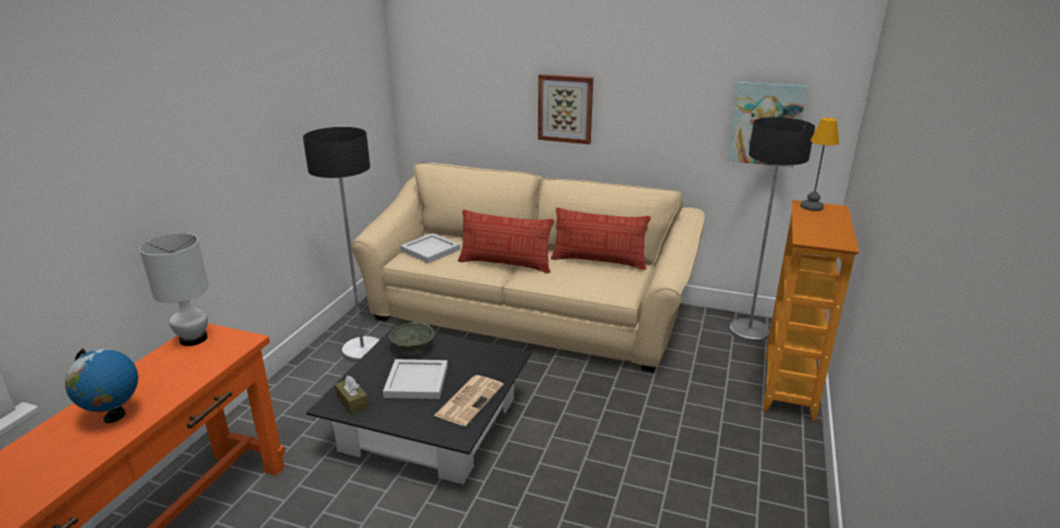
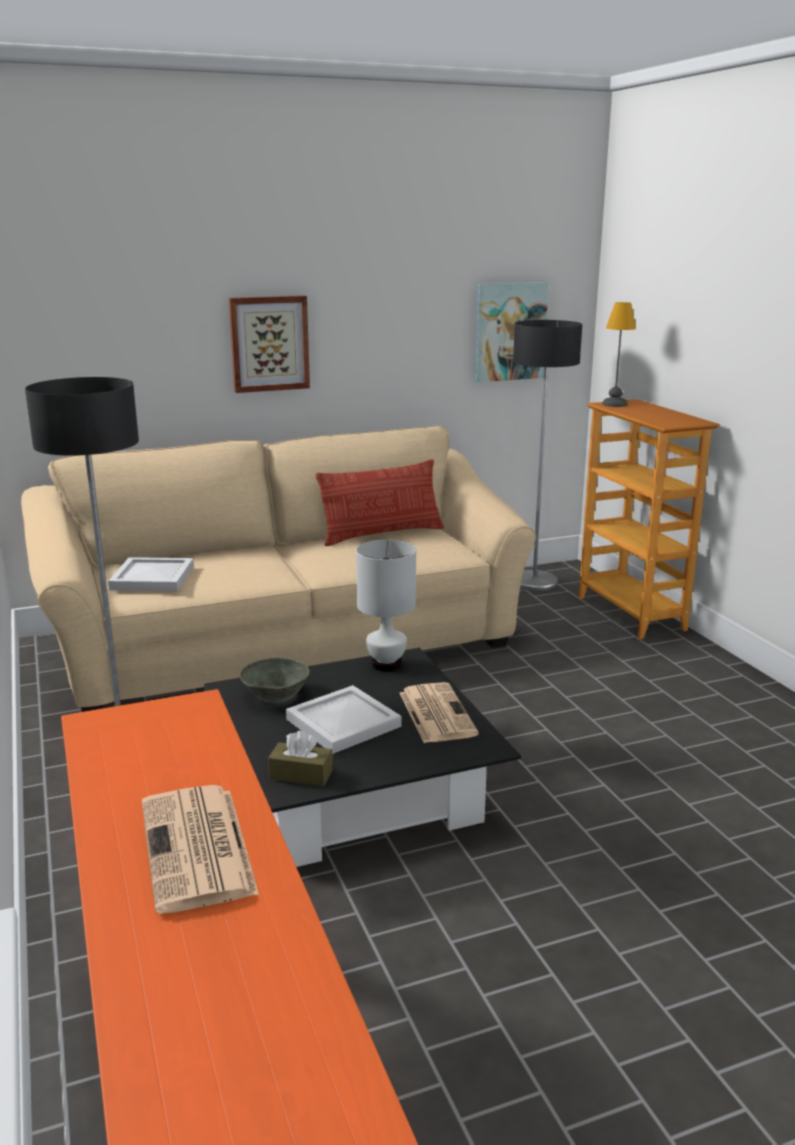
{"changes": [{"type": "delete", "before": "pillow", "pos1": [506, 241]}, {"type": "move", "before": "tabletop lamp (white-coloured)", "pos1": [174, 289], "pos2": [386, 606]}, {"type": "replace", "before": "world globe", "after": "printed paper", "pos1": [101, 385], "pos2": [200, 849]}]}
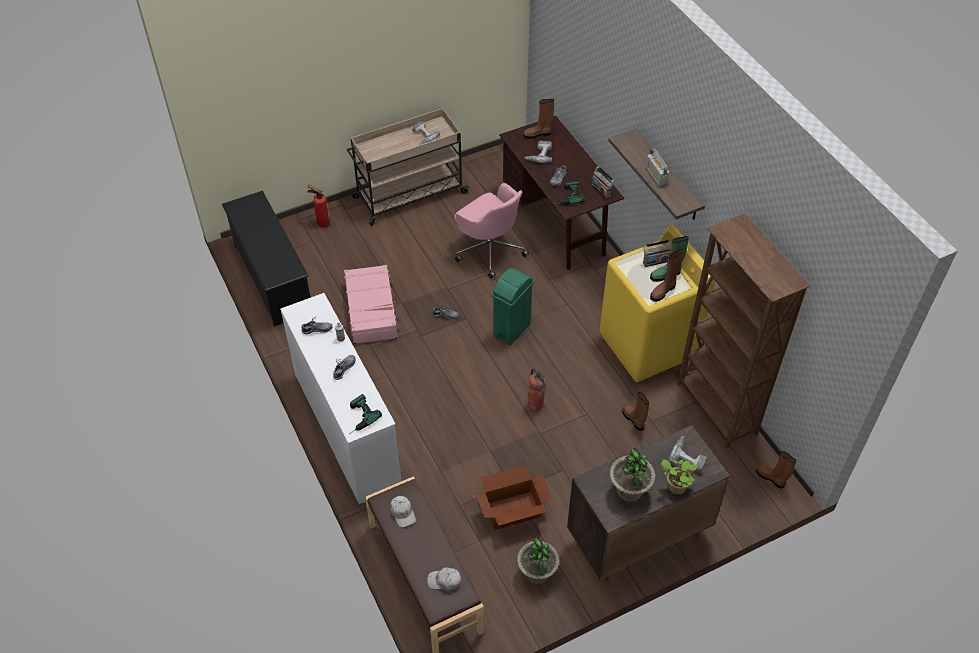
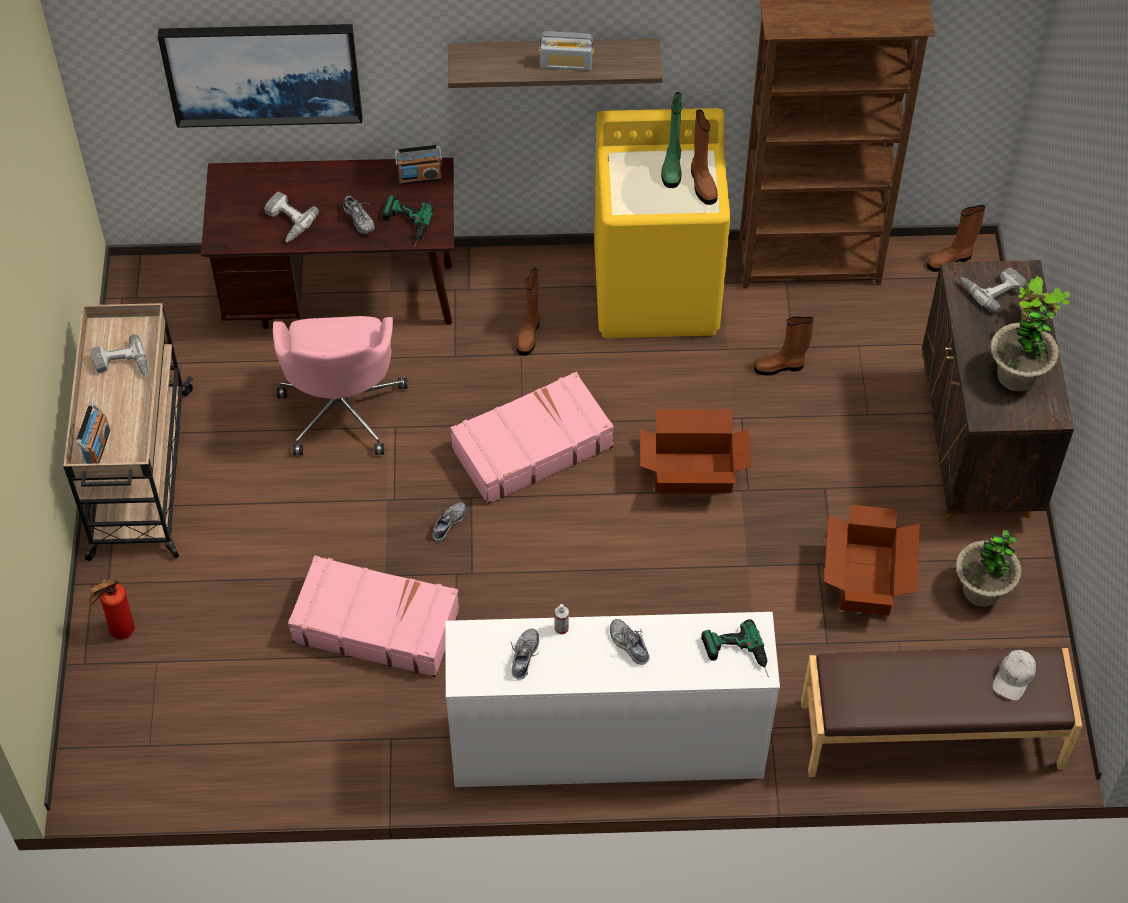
{"changes": [{"type": "delete", "before": "shoe rack (black-coloured)", "pos1": [266, 258]}, {"type": "delete", "before": "baseball cap (white-coloured)", "pos1": [403, 511]}, {"type": "insert", "after": "wall art", "pos2": [260, 76]}, {"type": "move", "before": "tall boot (brownish)", "pos1": [538, 119], "pos2": [528, 312]}, {"type": "move", "before": "radio receiver", "pos1": [657, 253], "pos2": [93, 433]}, {"type": "replace", "before": "waste bin (green-coloured)", "after": "travel case (pinkish)", "pos1": [513, 307], "pos2": [532, 438]}, {"type": "replace", "before": "fire extinguisher", "after": "carton", "pos1": [536, 389], "pos2": [695, 451]}, {"type": "rotate", "before": "desk chair (pinkish)", "pos1": [491, 231], "pos2": [340, 386], "turn": 105}]}
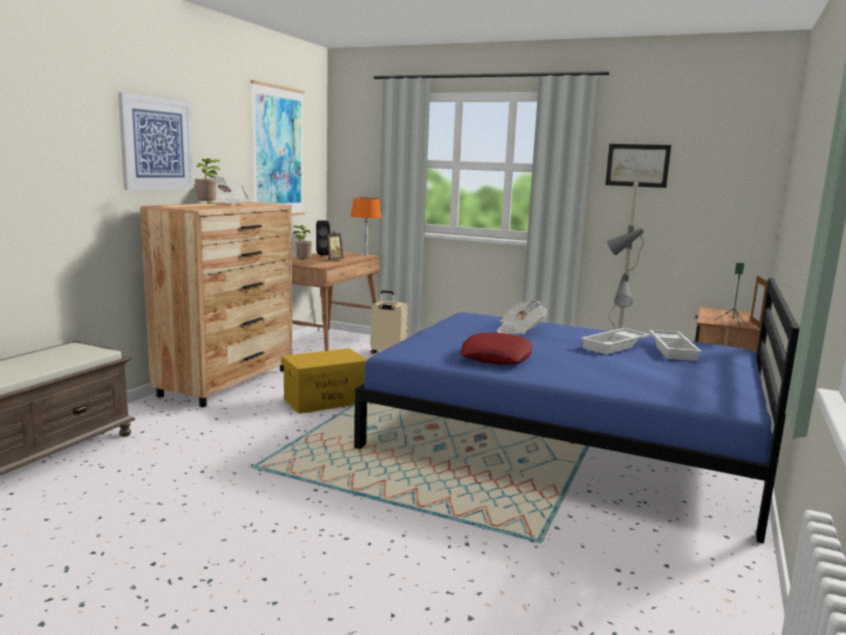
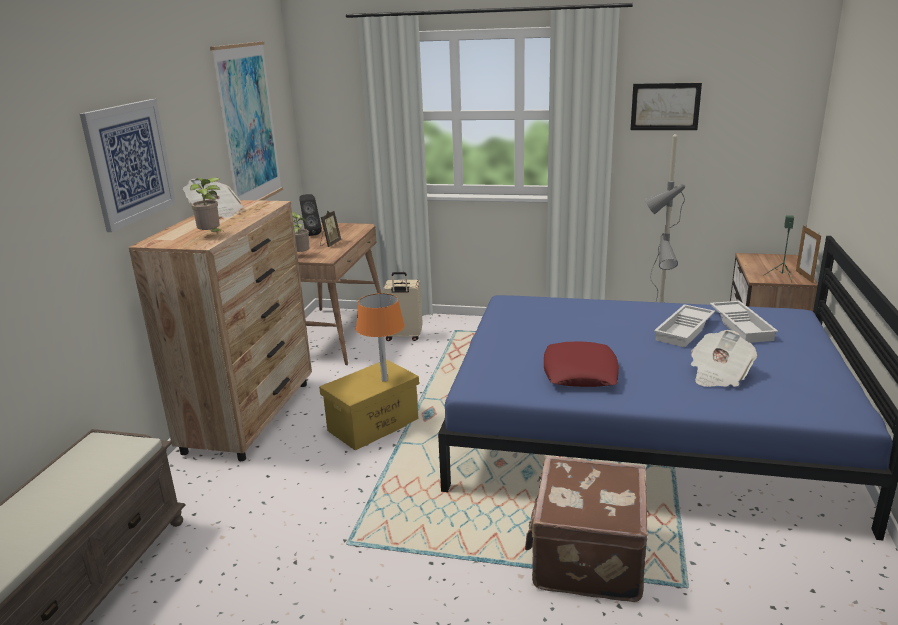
{"changes": [{"type": "insert", "after": "travel case (brownish)", "pos2": [586, 529]}, {"type": "move", "before": "tabletop lamp (orangey)", "pos1": [366, 227], "pos2": [380, 337]}, {"type": "move", "before": "printed paper", "pos1": [522, 317], "pos2": [724, 358]}]}
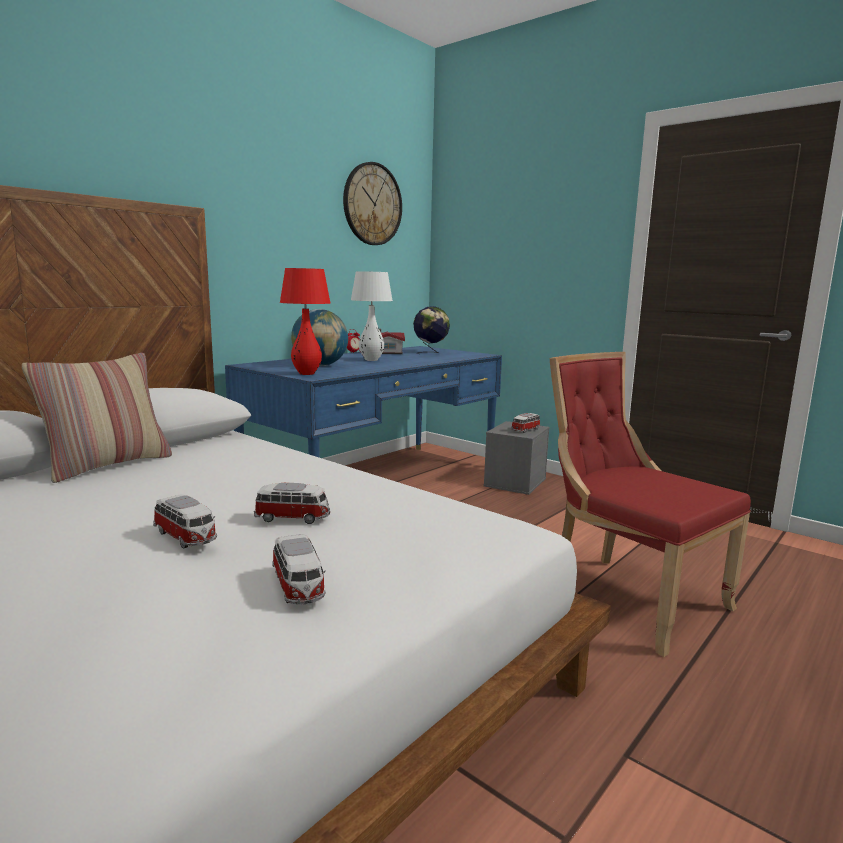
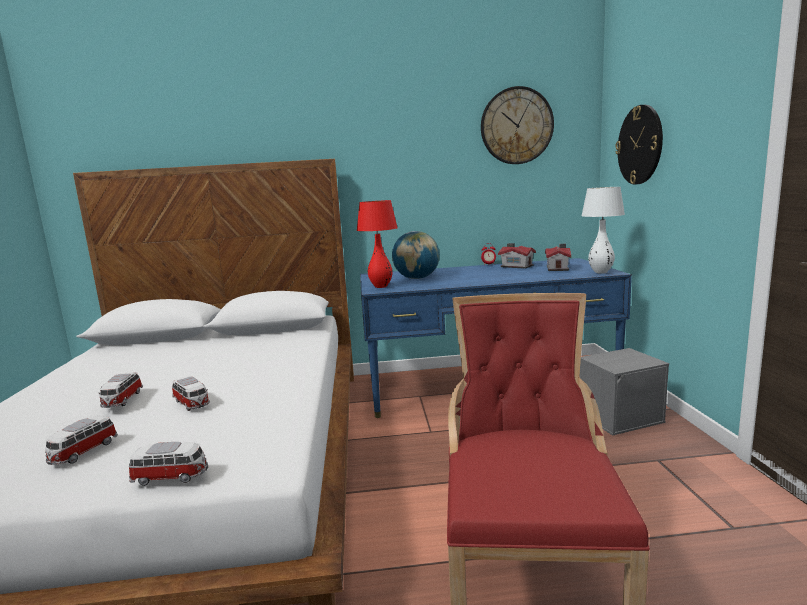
{"changes": [{"type": "delete", "before": "pillow", "pos1": [97, 418]}, {"type": "insert", "after": "hanging clock", "pos2": [639, 145]}, {"type": "move", "before": "tabletop lamp (white-coloured)", "pos1": [372, 316], "pos2": [603, 230]}, {"type": "move", "before": "miniature car", "pos1": [525, 423], "pos2": [168, 464]}, {"type": "replace", "before": "world globe", "after": "miniature house", "pos1": [431, 330], "pos2": [558, 257]}]}
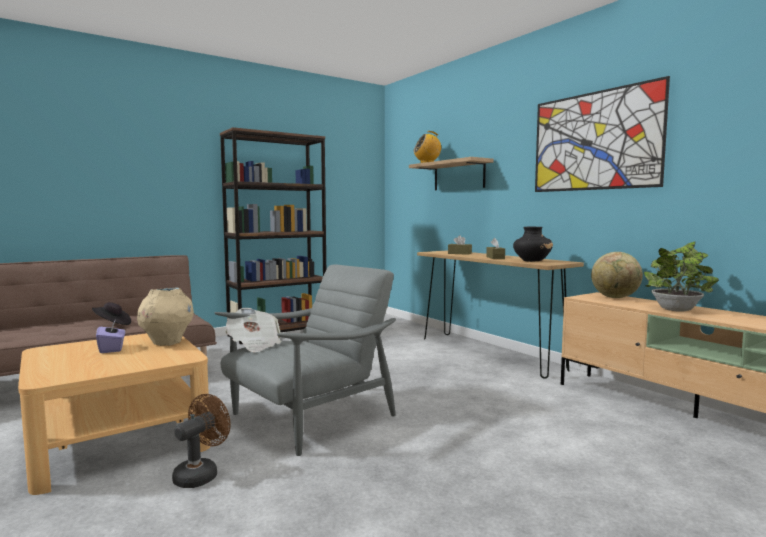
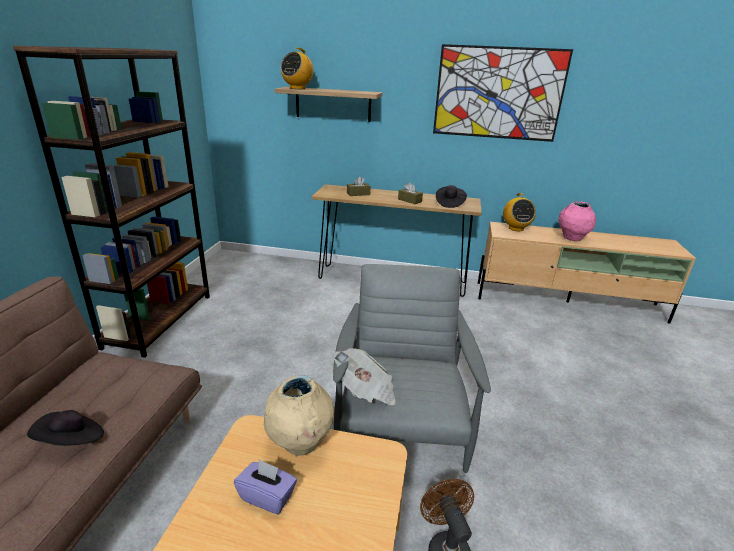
{"changes": [{"type": "replace", "before": "flower vase (black-coloured)", "after": "hat (black-coloured)", "pos1": [533, 244], "pos2": [451, 196]}, {"type": "replace", "before": "world globe", "after": "radio receiver", "pos1": [617, 275], "pos2": [519, 212]}, {"type": "replace", "before": "potted plant", "after": "flower vase (pinkish)", "pos1": [681, 276], "pos2": [577, 221]}]}
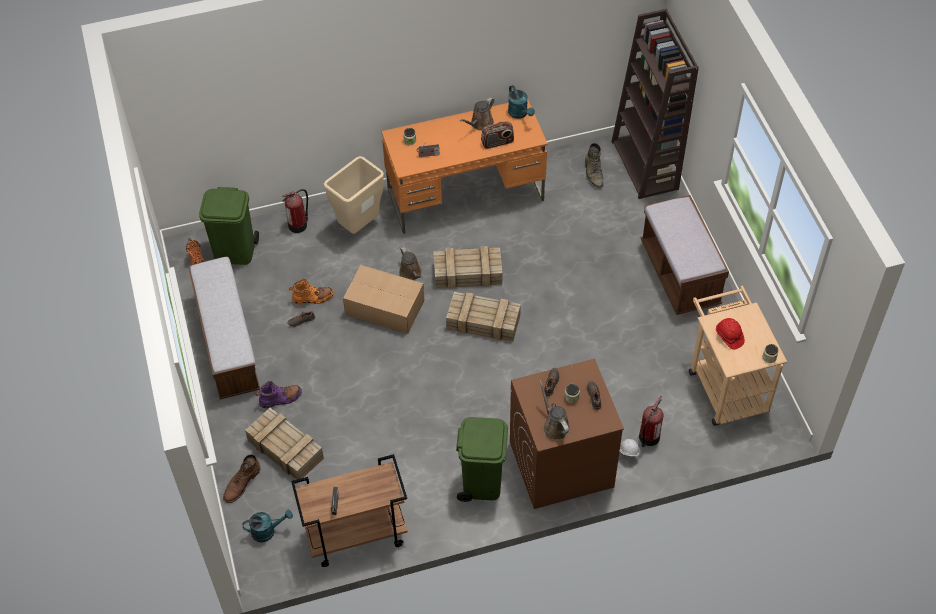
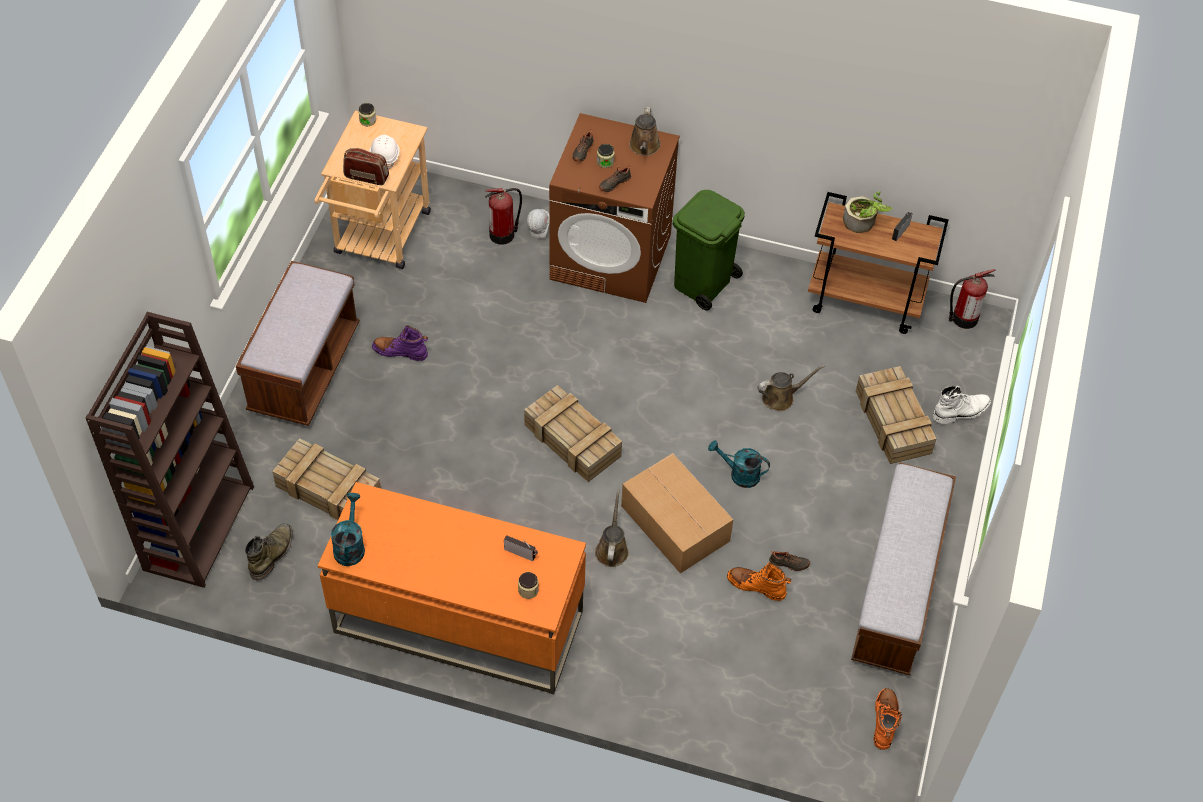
{"changes": [{"type": "delete", "before": "waste bin (green-coloured)", "pos1": [229, 226]}, {"type": "delete", "before": "waste bin (beige-coloured)", "pos1": [354, 195]}, {"type": "insert", "after": "potted plant", "pos2": [867, 212]}, {"type": "move", "before": "sprinkling can (turquoise)", "pos1": [267, 526], "pos2": [739, 464]}, {"type": "move", "before": "tall boot (purple-coloured)", "pos1": [278, 394], "pos2": [400, 343]}, {"type": "move", "before": "fire extinguisher", "pos1": [295, 211], "pos2": [972, 299]}, {"type": "move", "before": "crate", "pos1": [468, 267], "pos2": [326, 479]}, {"type": "move", "before": "sprinkling can (brownish)", "pos1": [477, 114], "pos2": [791, 388]}, {"type": "move", "before": "radio receiver", "pos1": [497, 135], "pos2": [366, 166]}, {"type": "recolor", "before": "tall boot (brownish)", "after": "tall boot (white-coloured)", "pos1": [242, 478], "pos2": [962, 405]}, {"type": "recolor", "before": "work helmet (reddish)", "after": "work helmet (white-coloured)", "pos1": [730, 334], "pos2": [384, 152]}]}
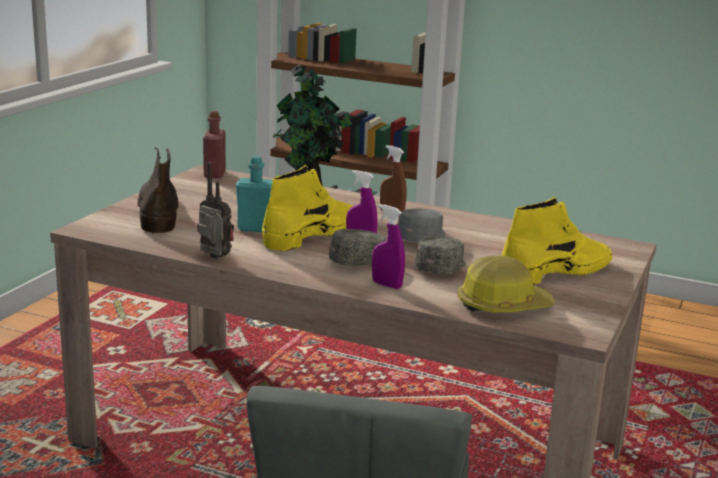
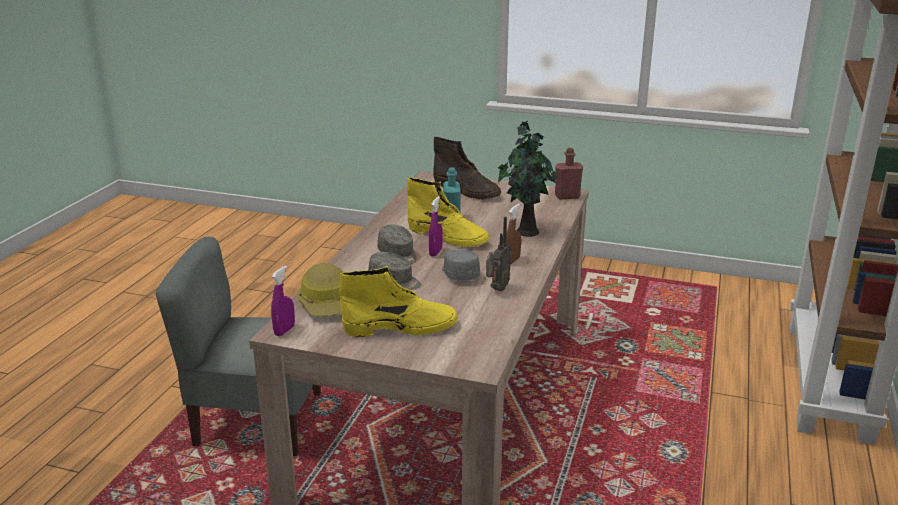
{"changes": [{"type": "move", "before": "radio receiver", "pos1": [215, 210], "pos2": [498, 254]}, {"type": "move", "before": "spray bottle (purple-coloured)", "pos1": [388, 246], "pos2": [283, 301]}, {"type": "rotate", "before": "tall boot (brownish)", "pos1": [158, 190], "pos2": [467, 168], "turn": 60}, {"type": "rotate", "before": "baseball cap (gray)", "pos1": [421, 225], "pos2": [461, 265], "turn": -135}, {"type": "rotate", "before": "tall boot (yellow)", "pos1": [557, 241], "pos2": [398, 301], "turn": -60}]}
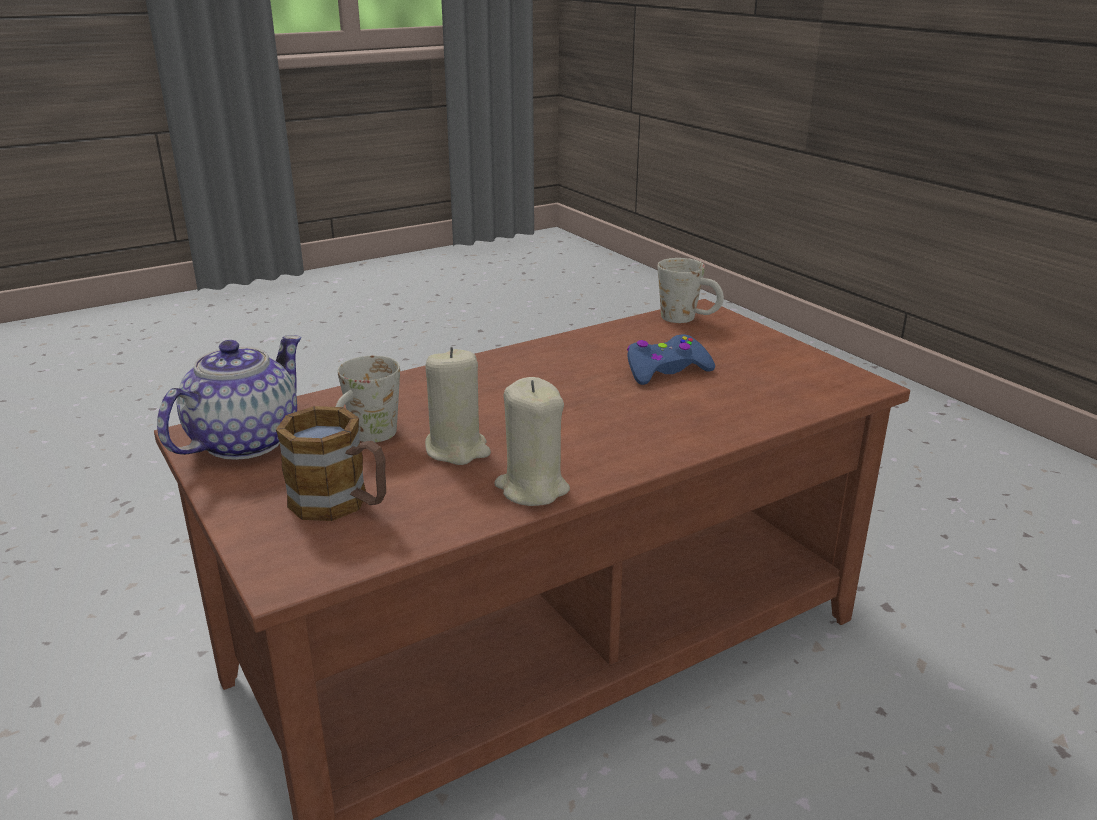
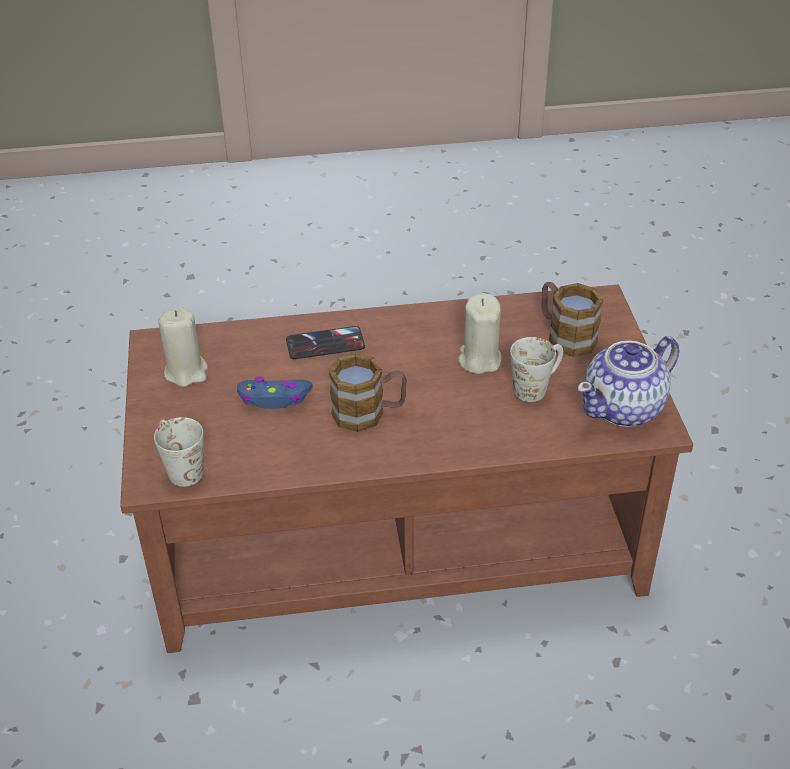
{"changes": [{"type": "insert", "after": "handset", "pos2": [325, 342]}, {"type": "insert", "after": "mug", "pos2": [368, 392]}, {"type": "move", "before": "wax light (beige-coloured)", "pos1": [532, 441], "pos2": [183, 347]}]}
